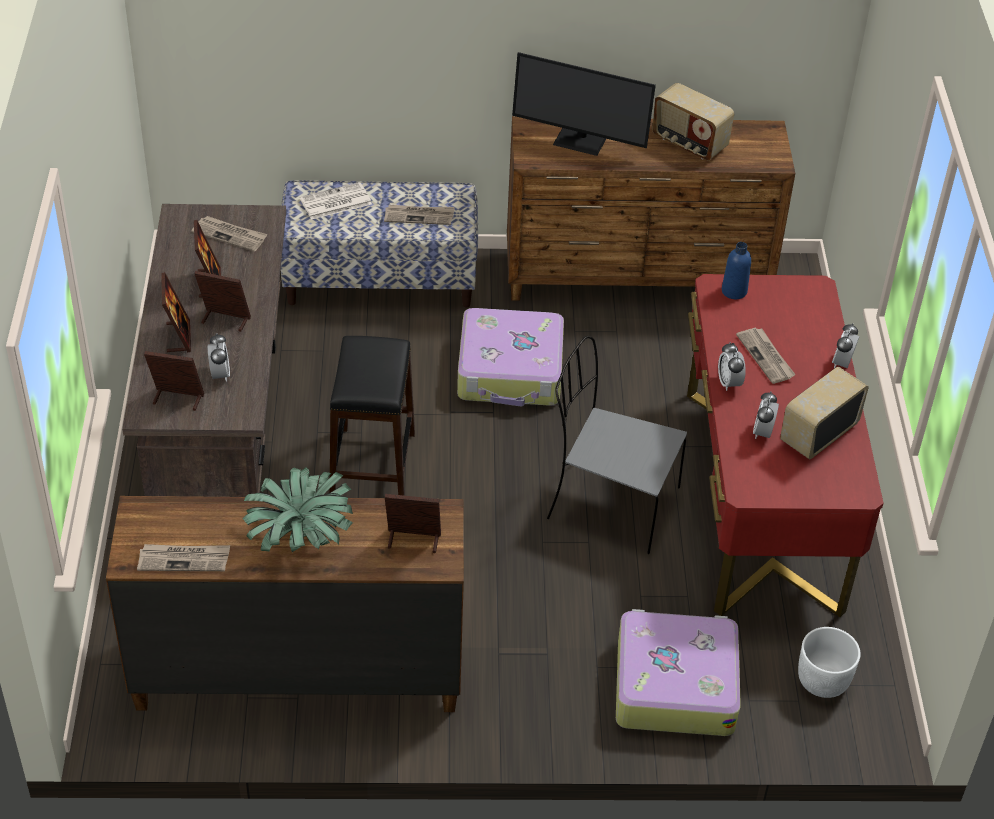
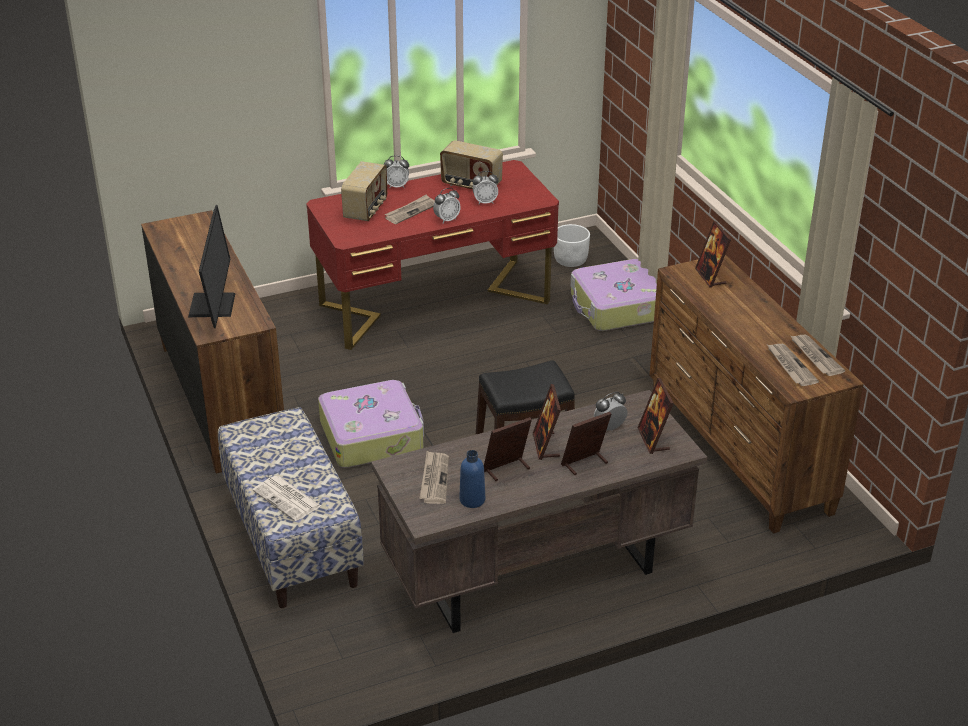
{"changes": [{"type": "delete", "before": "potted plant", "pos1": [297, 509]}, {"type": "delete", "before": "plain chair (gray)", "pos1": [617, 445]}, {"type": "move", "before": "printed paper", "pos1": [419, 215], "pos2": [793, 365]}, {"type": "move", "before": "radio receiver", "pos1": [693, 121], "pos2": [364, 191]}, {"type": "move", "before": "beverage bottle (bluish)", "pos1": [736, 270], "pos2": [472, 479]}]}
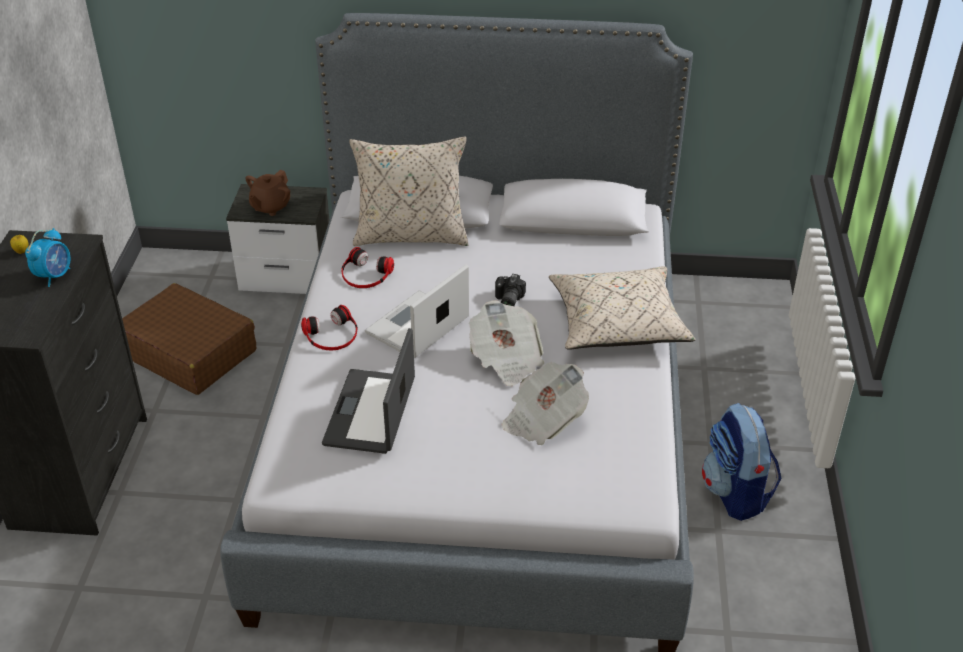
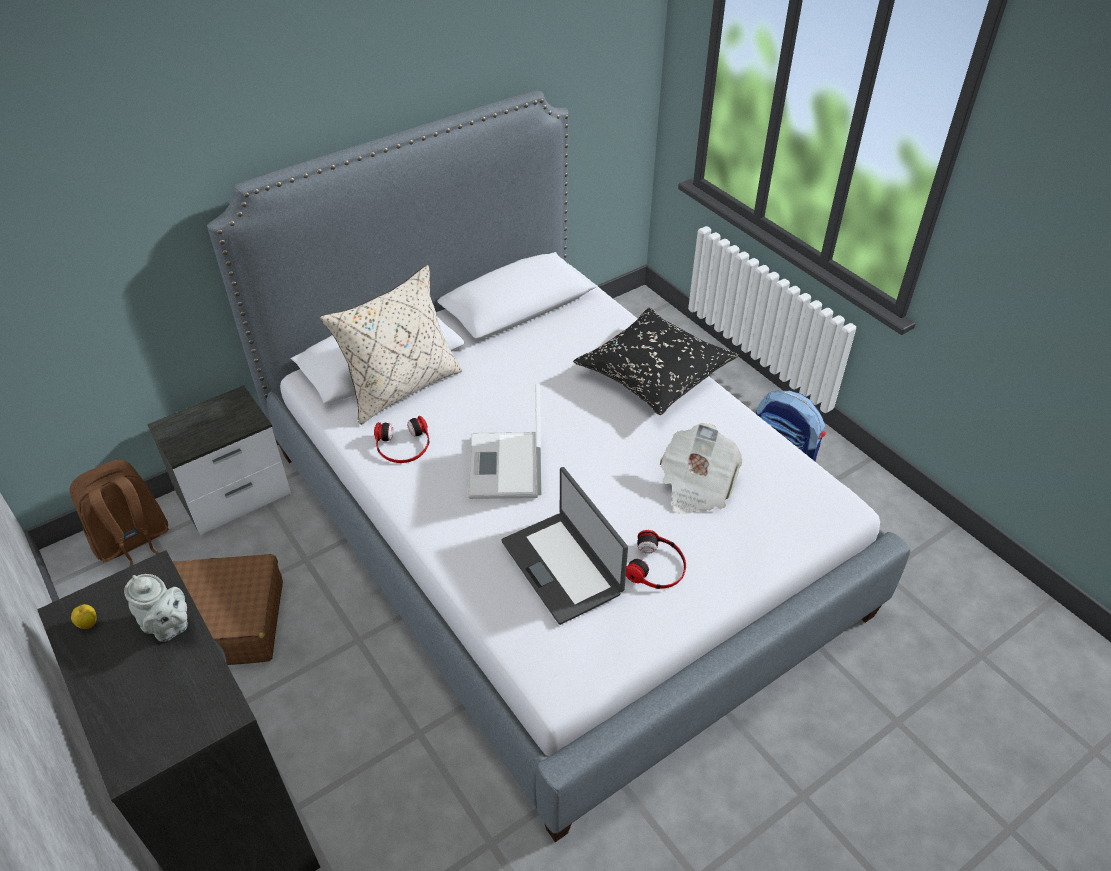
{"changes": [{"type": "delete", "before": "teapot (brownish)", "pos1": [267, 193]}, {"type": "delete", "before": "printed paper", "pos1": [506, 343]}, {"type": "delete", "before": "still camera", "pos1": [510, 290]}, {"type": "insert", "after": "rucksack (brownish)", "pos2": [119, 513]}, {"type": "move", "before": "headset", "pos1": [329, 327], "pos2": [656, 559]}, {"type": "replace", "before": "alarm clock", "after": "teapot (gray)", "pos1": [47, 257], "pos2": [156, 608]}, {"type": "recolor", "before": "pillow (beige-coloured)", "after": "pillow (black-coloured)", "pos1": [622, 307], "pos2": [656, 361]}]}
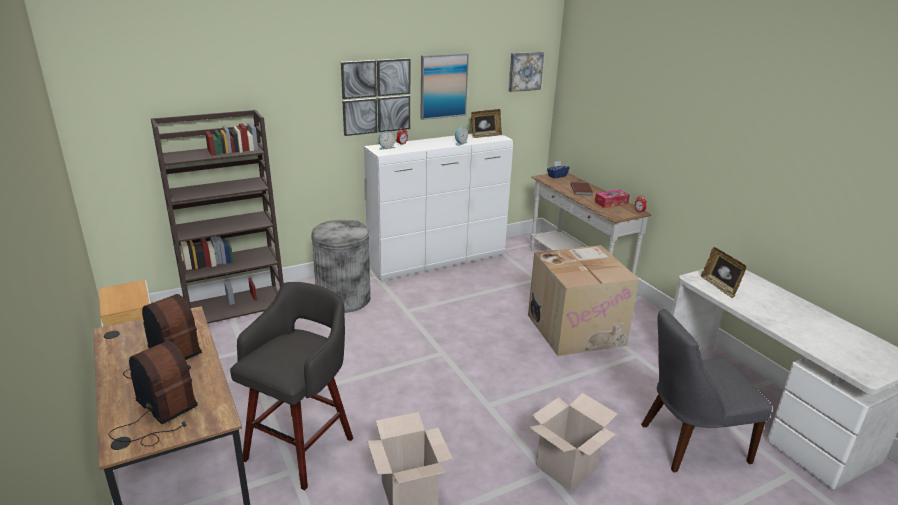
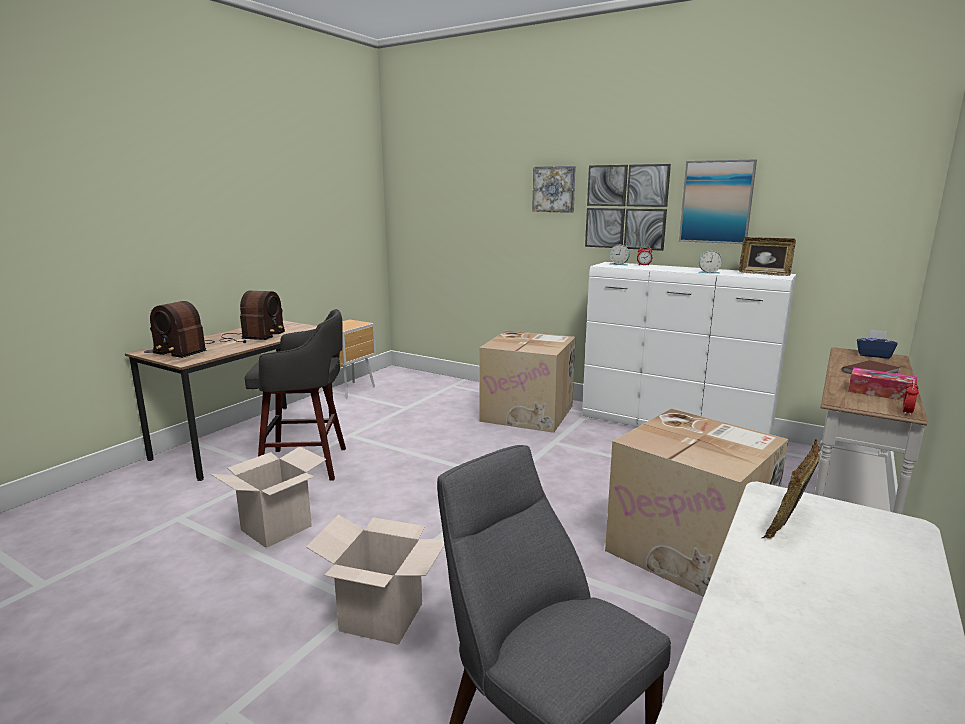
{"changes": [{"type": "delete", "before": "shelving unit (brownish)", "pos1": [217, 216]}, {"type": "move", "before": "wall art", "pos1": [526, 72], "pos2": [554, 189]}, {"type": "replace", "before": "waste bin (gray)", "after": "carton", "pos1": [340, 266], "pos2": [527, 382]}, {"type": "rotate", "before": "radio receiver", "pos1": [153, 393], "pos2": [182, 329], "turn": 105}]}
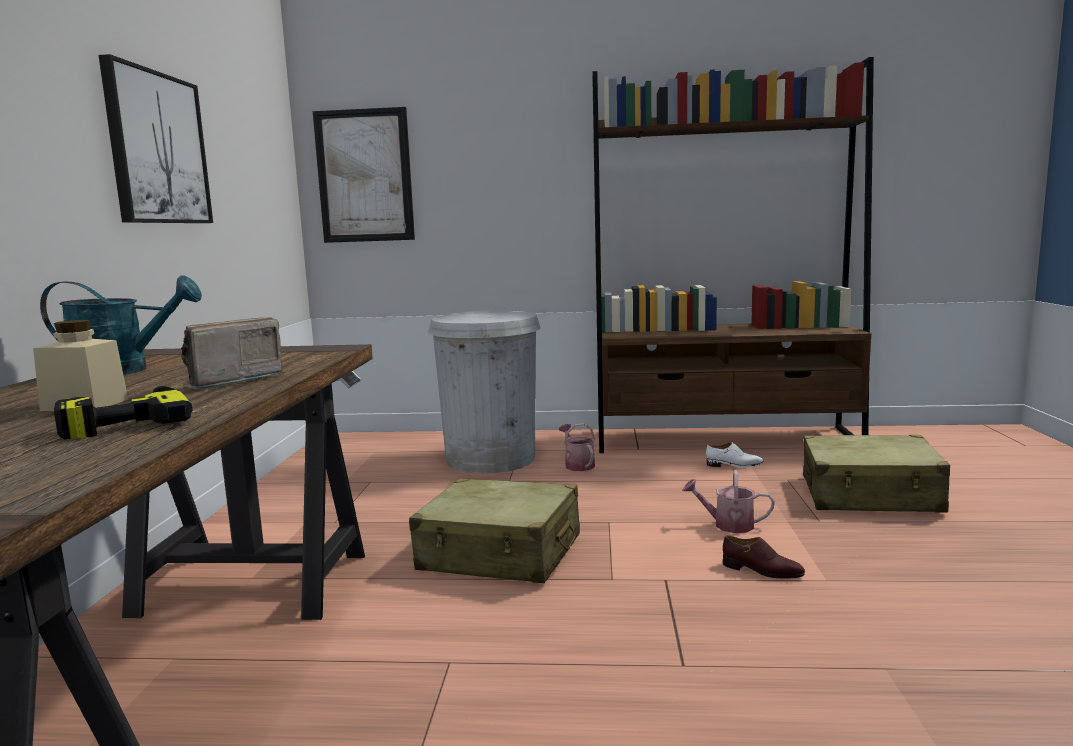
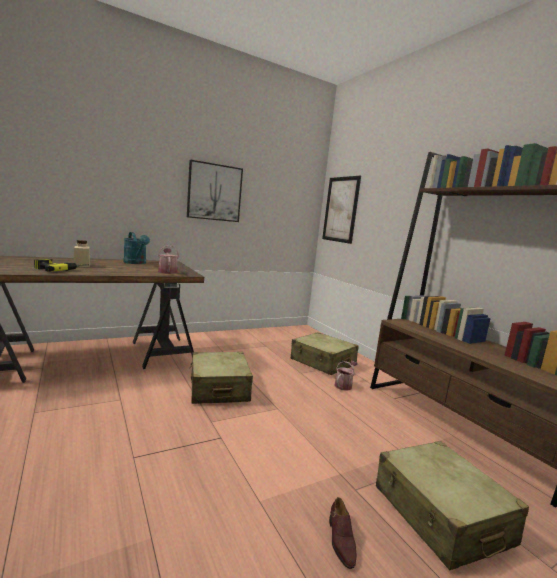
{"changes": [{"type": "delete", "before": "radio receiver", "pos1": [232, 353]}, {"type": "delete", "before": "shoe (white-coloured)", "pos1": [734, 455]}, {"type": "move", "before": "sprinkling can", "pos1": [728, 501], "pos2": [168, 259]}, {"type": "move", "before": "shoe (brownish)", "pos1": [764, 557], "pos2": [342, 533]}, {"type": "replace", "before": "waste bin (white-coloured)", "after": "travel case (beige-coloured)", "pos1": [484, 392], "pos2": [325, 353]}]}
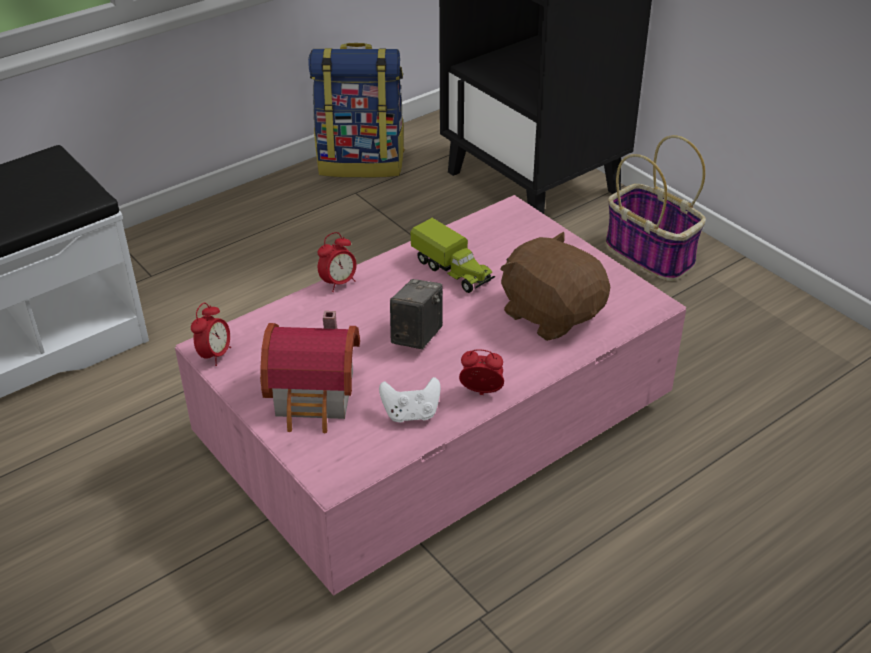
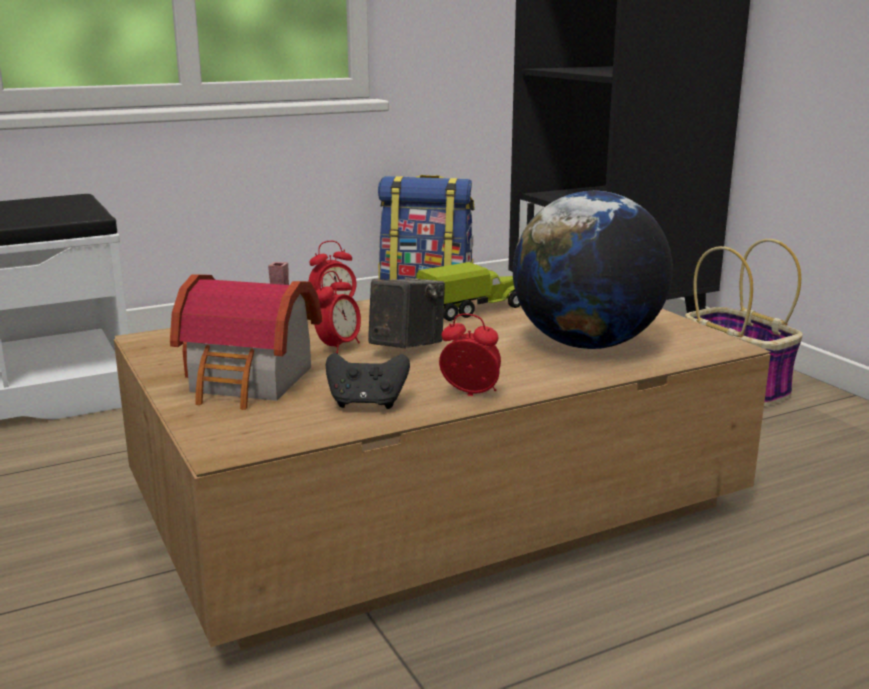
{"changes": [{"type": "move", "before": "alarm clock", "pos1": [211, 334], "pos2": [337, 312]}, {"type": "replace", "before": "plush toy (brownish)", "after": "world globe", "pos1": [555, 286], "pos2": [593, 270]}, {"type": "recolor", "before": "low table (pinkish)", "after": "low table (brownish)", "pos1": [431, 395], "pos2": [442, 471]}, {"type": "recolor", "before": "game controller (white-coloured)", "after": "game controller (black-coloured)", "pos1": [410, 400], "pos2": [368, 381]}, {"type": "rotate", "before": "toy truck", "pos1": [453, 255], "pos2": [468, 291], "turn": -90}]}
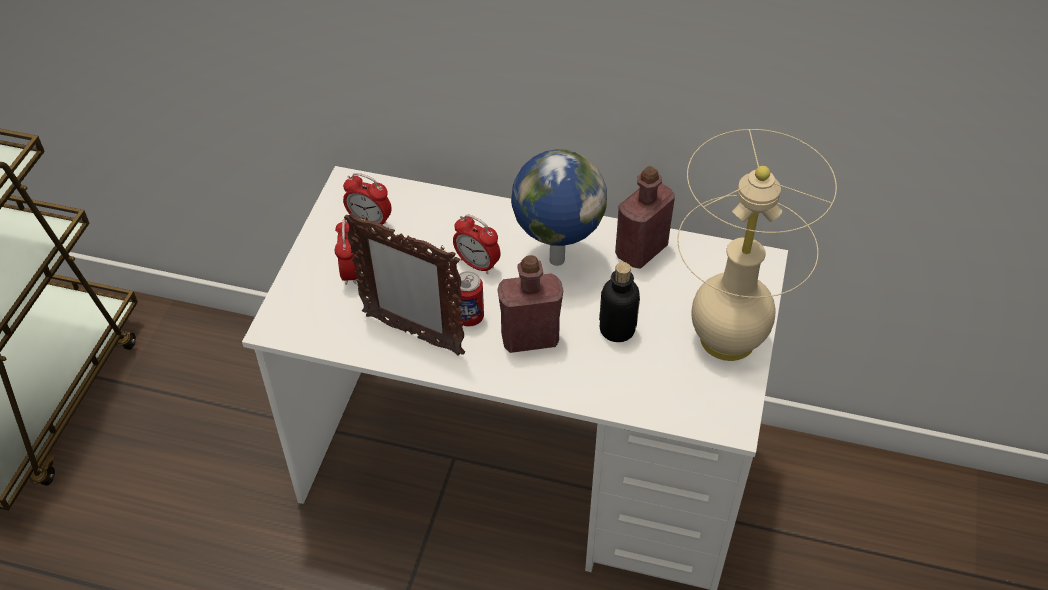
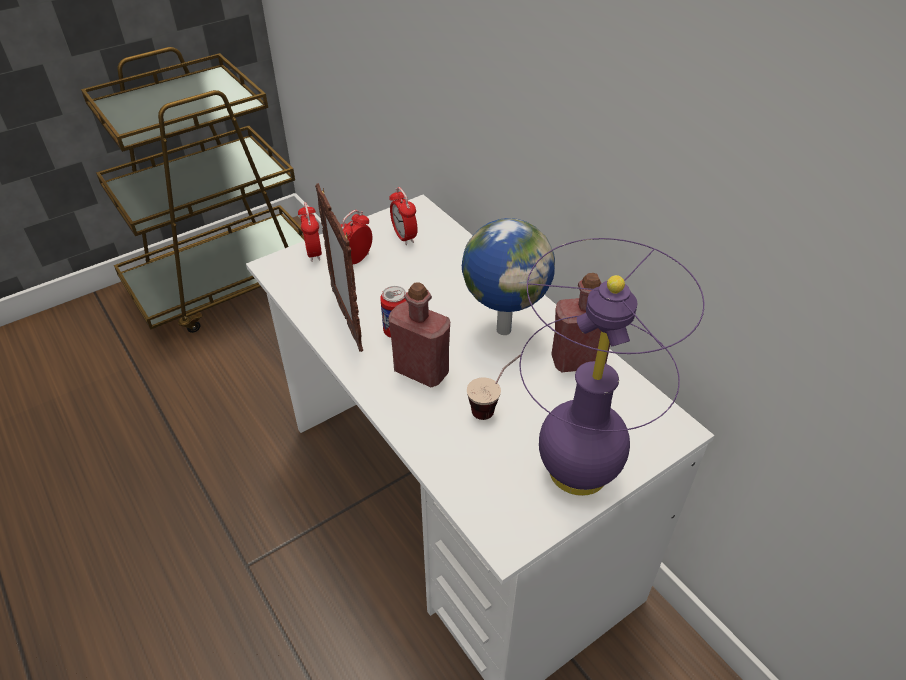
{"changes": [{"type": "move", "before": "alarm clock", "pos1": [476, 244], "pos2": [310, 232]}, {"type": "replace", "before": "beverage bottle", "after": "drinking cup", "pos1": [619, 302], "pos2": [494, 387]}, {"type": "recolor", "before": "tabletop lamp (beige-coloured)", "after": "tabletop lamp (purple-coloured)", "pos1": [757, 245], "pos2": [612, 367]}]}
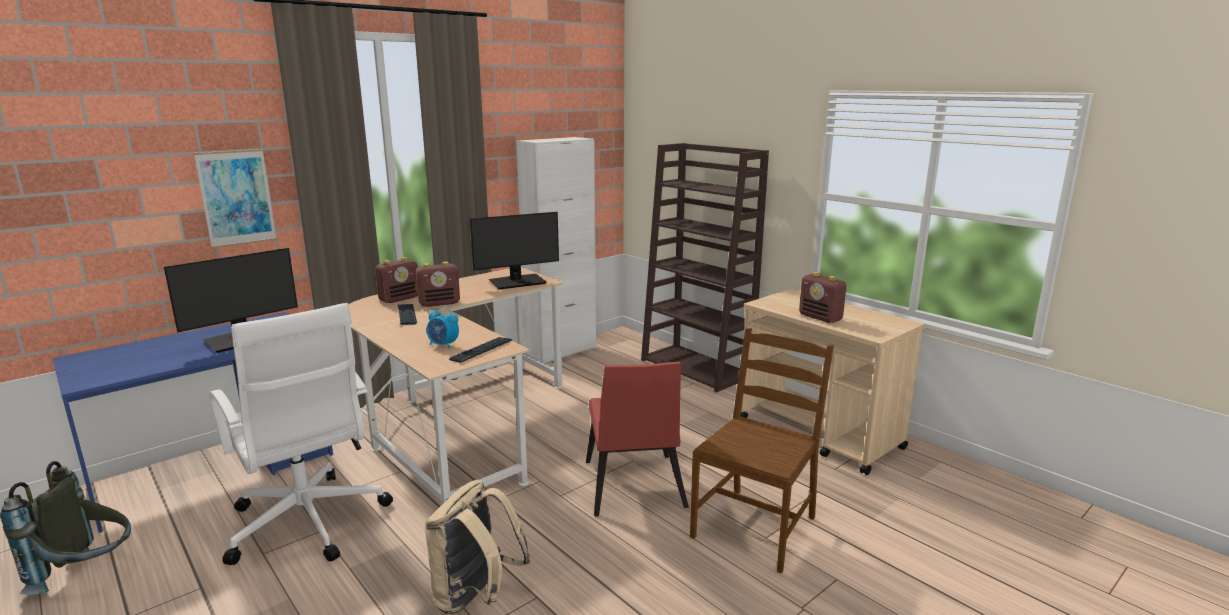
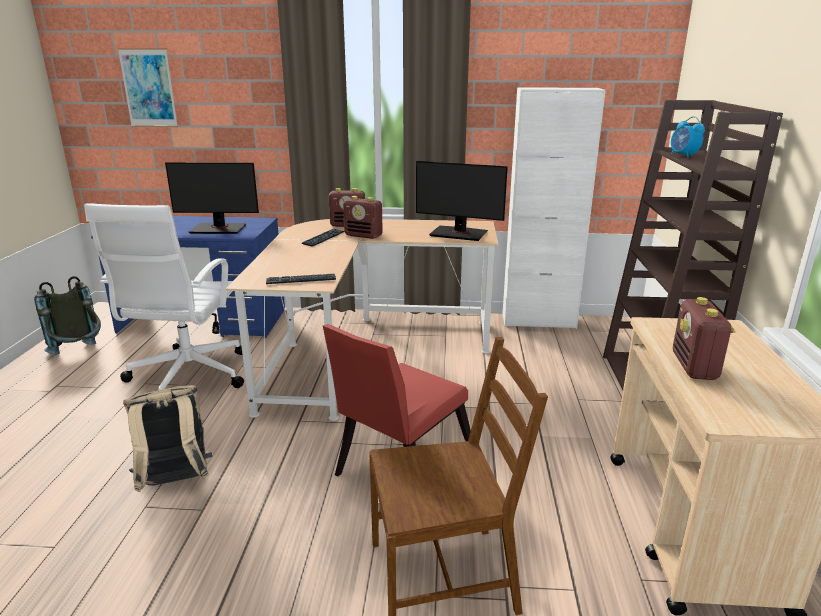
{"changes": [{"type": "move", "before": "wall art", "pos1": [235, 198], "pos2": [147, 87]}, {"type": "move", "before": "alarm clock", "pos1": [443, 327], "pos2": [688, 137]}]}
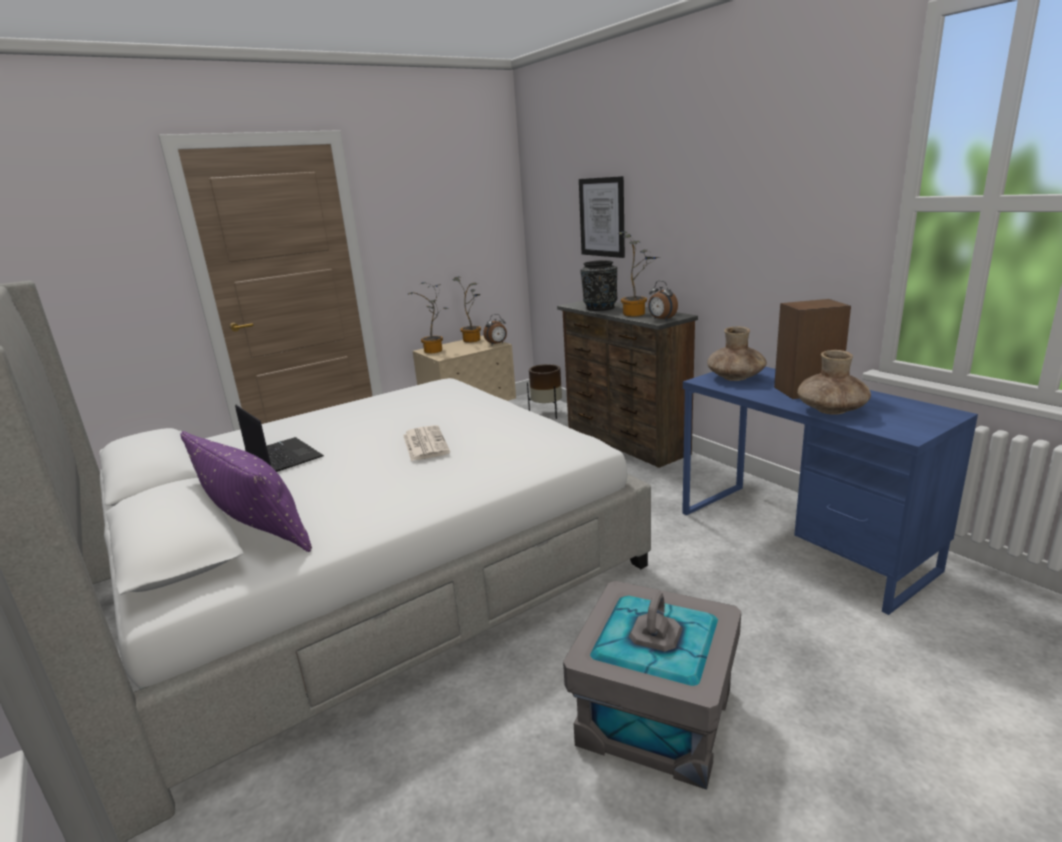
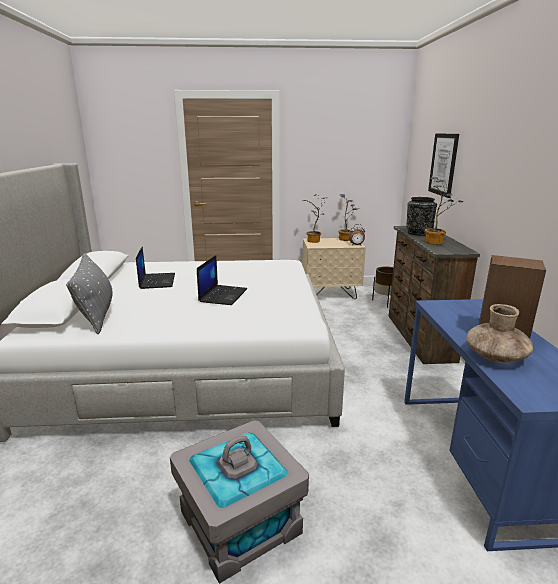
{"changes": [{"type": "delete", "before": "alarm clock", "pos1": [663, 300]}, {"type": "delete", "before": "flower vase (brownish)", "pos1": [737, 354]}, {"type": "replace", "before": "printed paper", "after": "portable computer", "pos1": [426, 443], "pos2": [222, 280]}, {"type": "recolor", "before": "pillow (purple-coloured)", "after": "pillow (gray)", "pos1": [246, 491], "pos2": [89, 293]}]}
